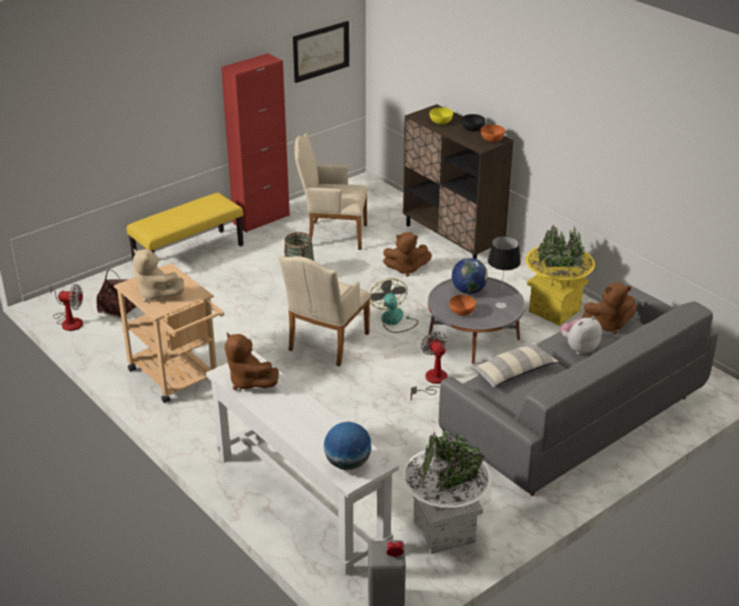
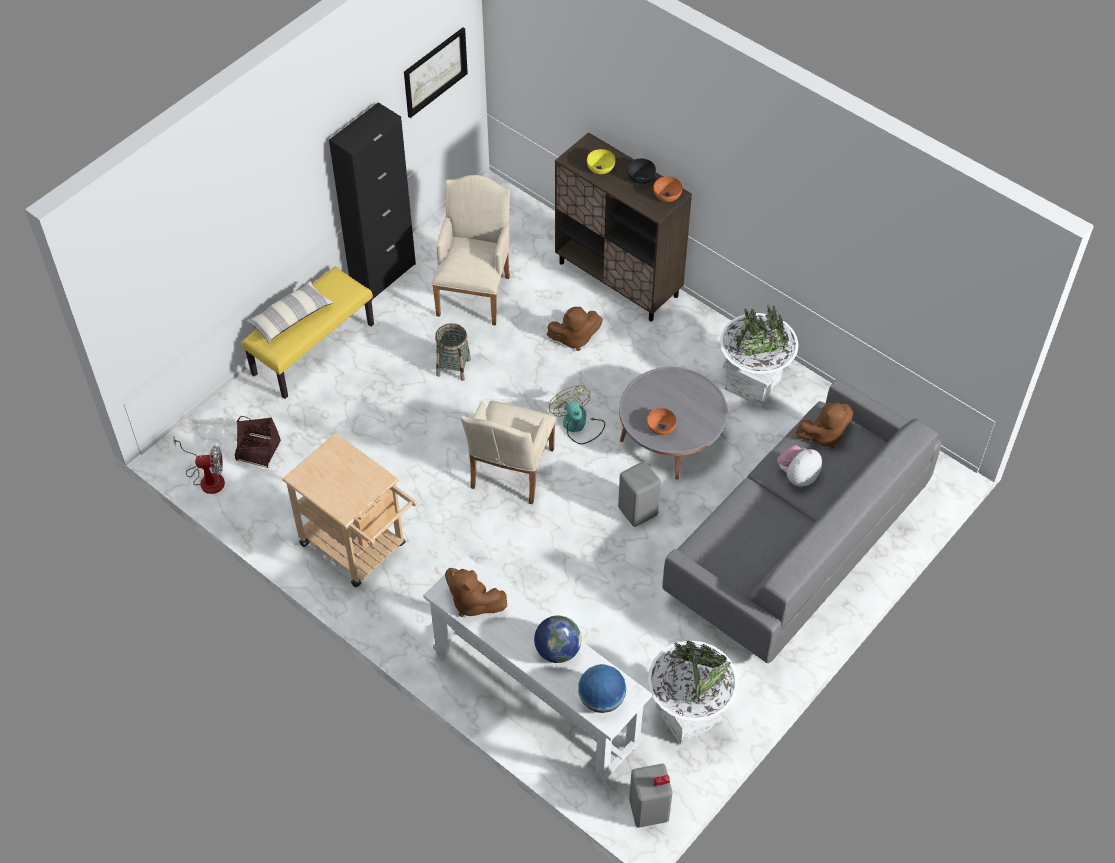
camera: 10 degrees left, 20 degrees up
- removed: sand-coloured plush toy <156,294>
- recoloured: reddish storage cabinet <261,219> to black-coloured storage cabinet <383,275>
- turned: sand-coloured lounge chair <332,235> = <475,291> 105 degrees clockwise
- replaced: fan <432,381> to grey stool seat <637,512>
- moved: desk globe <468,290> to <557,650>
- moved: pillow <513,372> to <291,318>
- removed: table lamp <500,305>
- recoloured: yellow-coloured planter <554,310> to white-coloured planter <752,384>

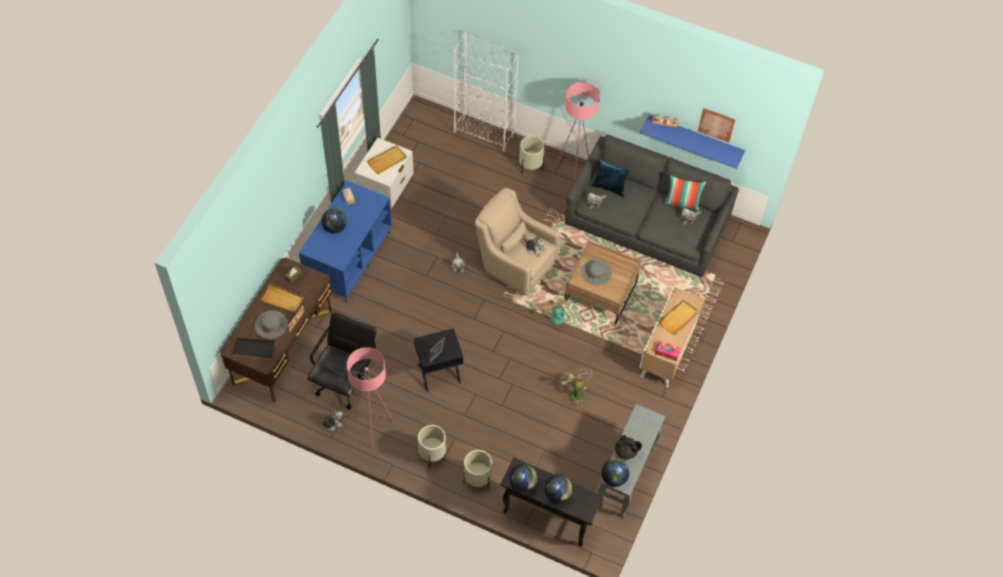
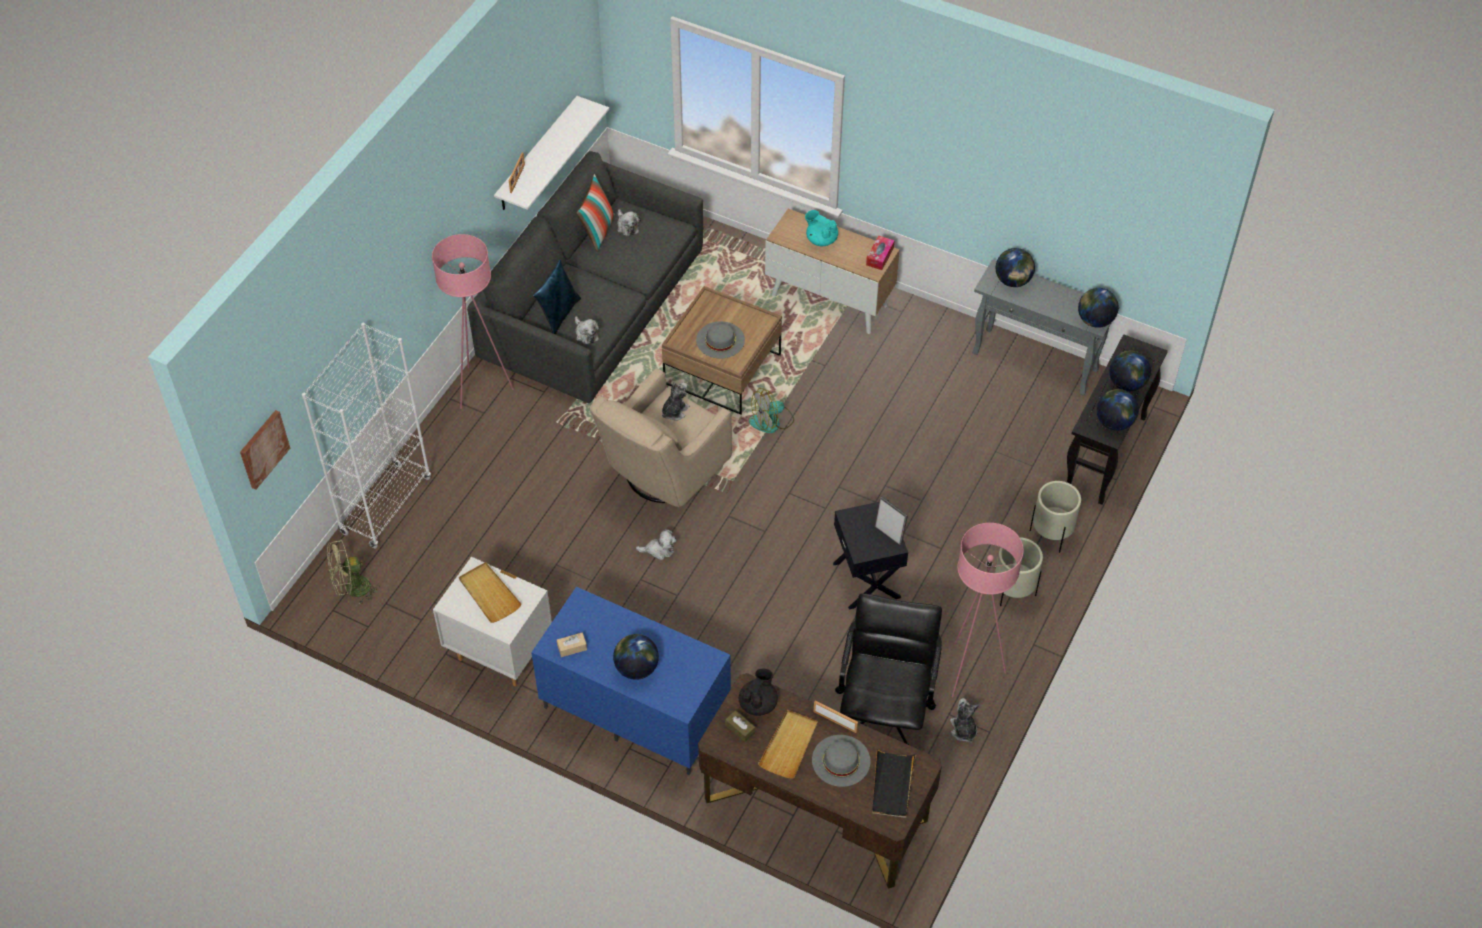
camera: 85 degrees left, 5 degrees down
- turned: black-coloured office chair <345,381> = <884,711> 75 degrees clockwise
- removed: sand-coloured planter <530,167>
- moved: green fan <574,393> to <352,589>
- moved: black-coloured teapot <626,451> to <758,703>
- recoloured: blue shelf <695,138> to white-coloured shelf <537,155>
- replaced: sand-coloured tray <678,318> to blue-green teapot <821,239>
- moved: wall art <716,124> to <263,449>
- added: desk globe <1013,281>

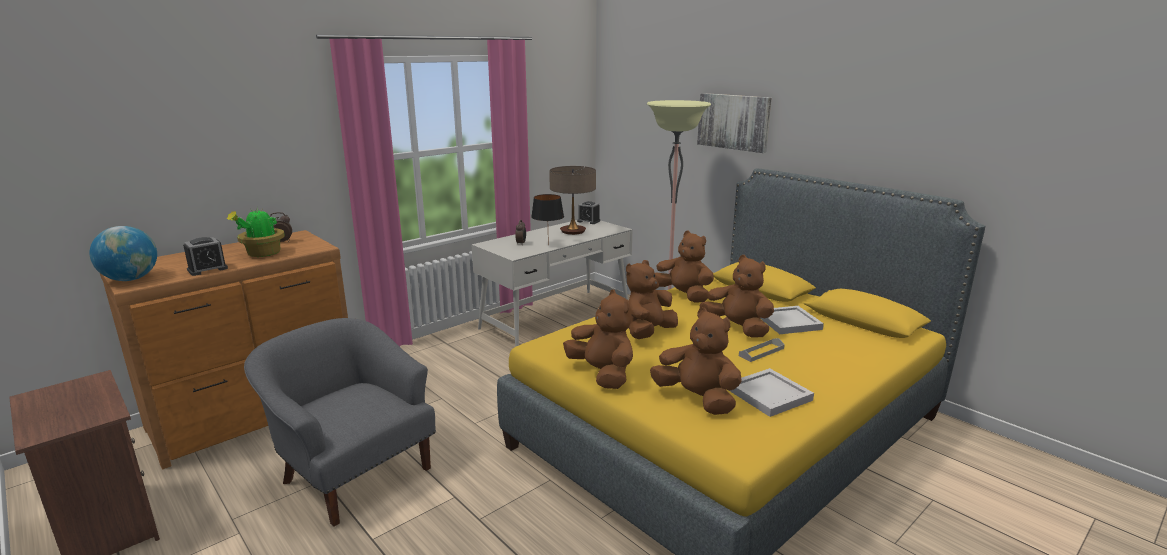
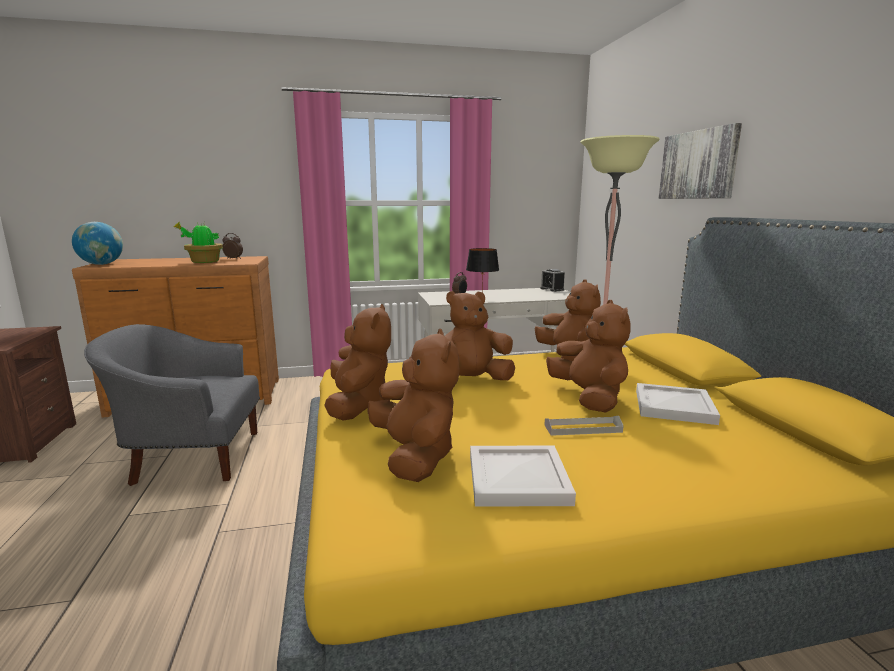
camera: 30 degrees right, 5 degrees down
- removed: table clock <207,269>
- turned: grey lounge chair <354,472> = <192,457> 75 degrees counterclockwise
- removed: table lamp <573,231>

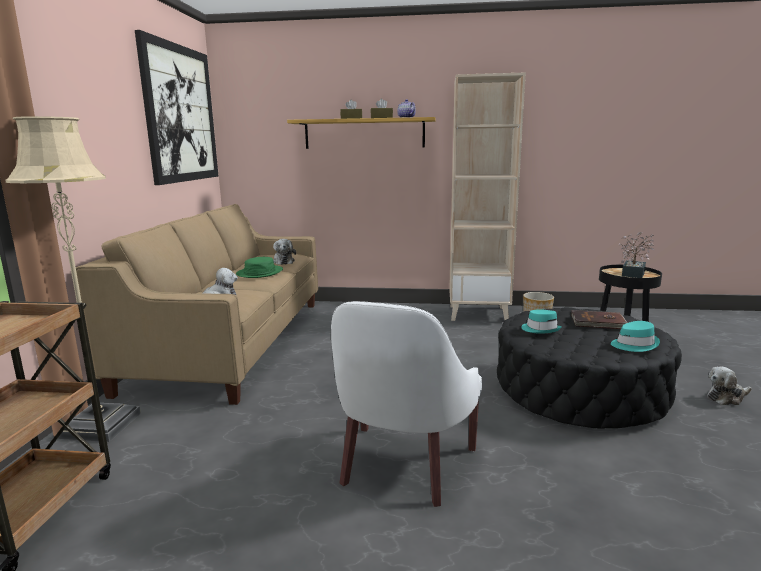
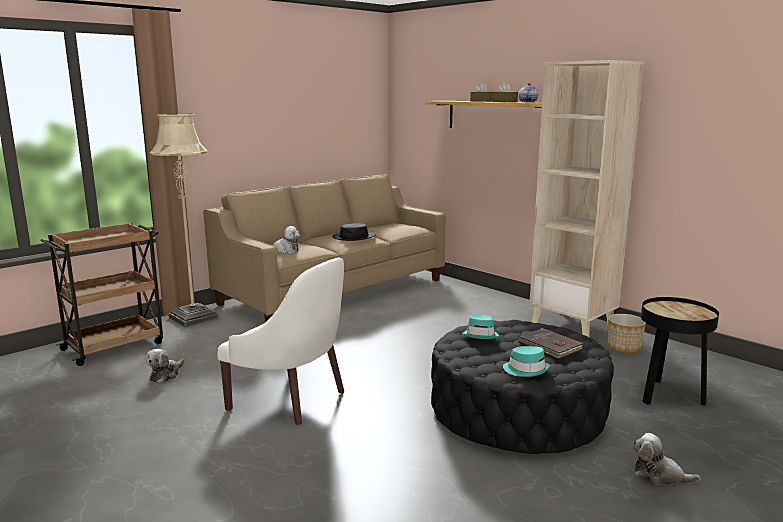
camera: 40 degrees right, 0 degrees up
- removed: wall art <180,114>
- recoloured: green wearable hat <259,273> to black-coloured wearable hat <353,237>
- moved: plush toy <283,261> to <166,375>
- turned: white-coloured lounge chair <403,465> = <292,398> 120 degrees counterclockwise
- removed: potted plant <634,273>

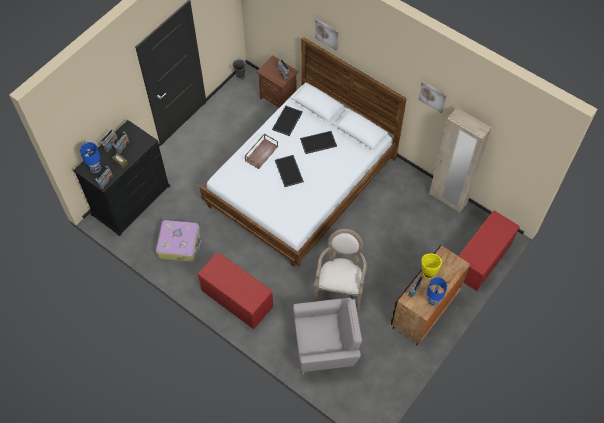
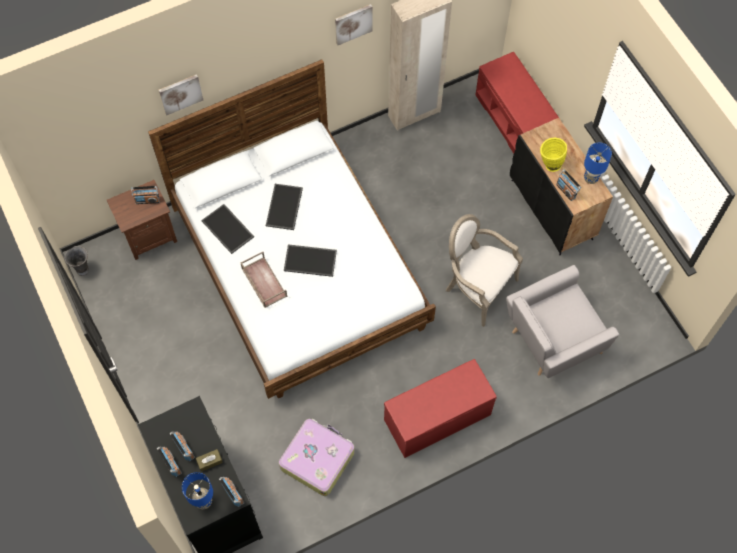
camera: 65 degrees left, 5 degrees up
- turned: grey lounge chair <326,347> = <552,339> 135 degrees counterclockwise

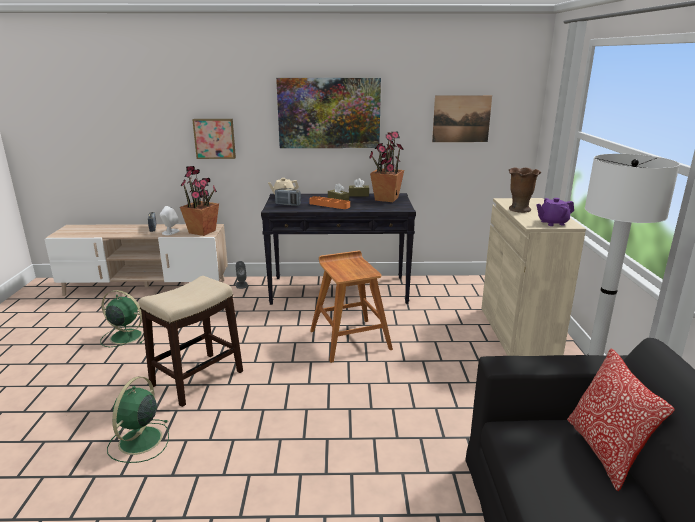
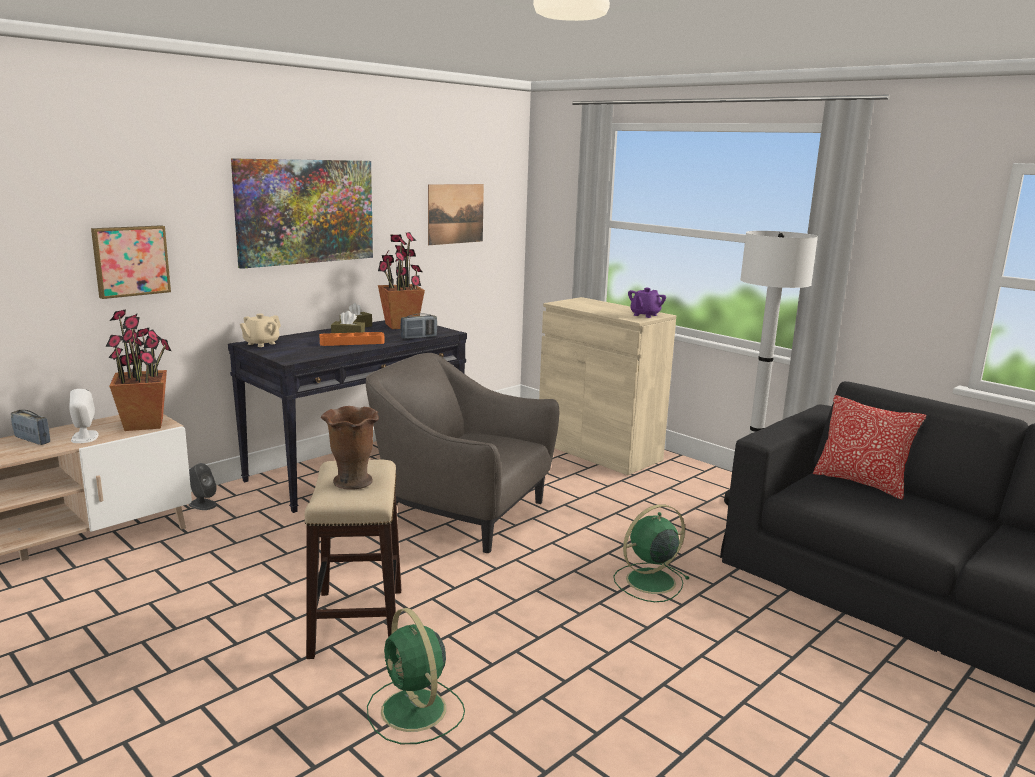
camera: 45 degrees left, 5 degrees down
- moved: green fan <125,336> to <649,582>
- moved: radio set <288,204> to <419,337>
- replaced: brown stool seat <349,339> to grey lounge chair <461,512>
- moved: brown decorative vase <519,209> to <352,482>

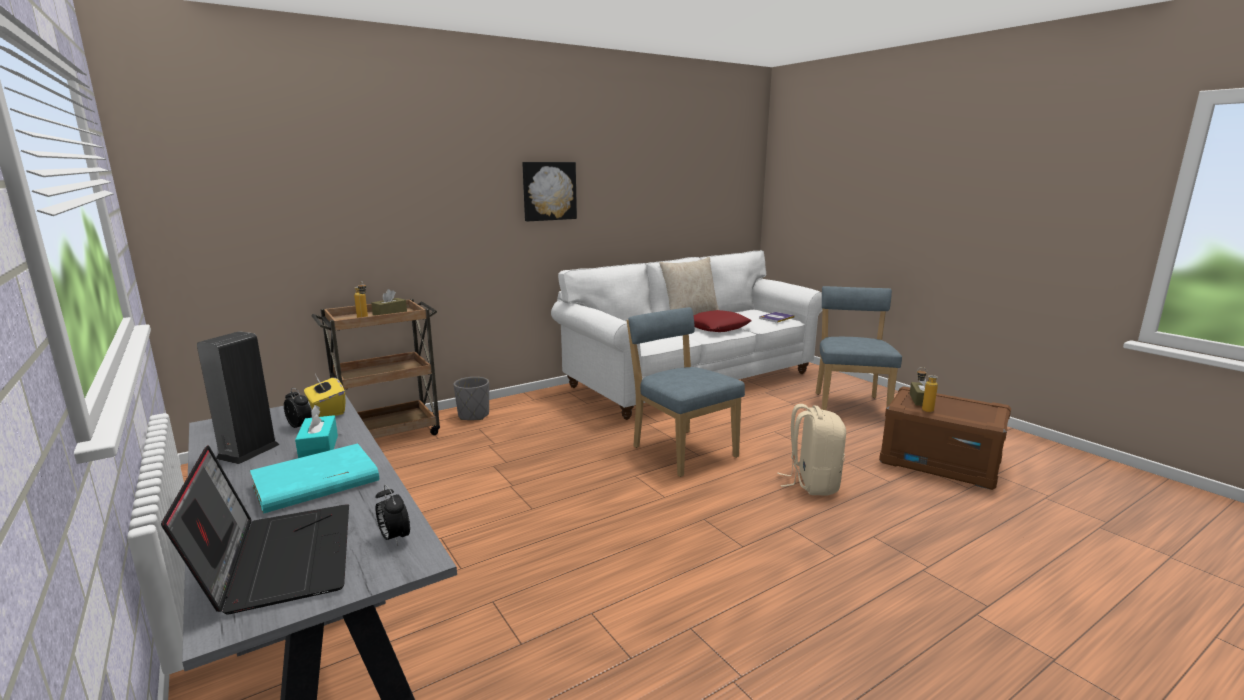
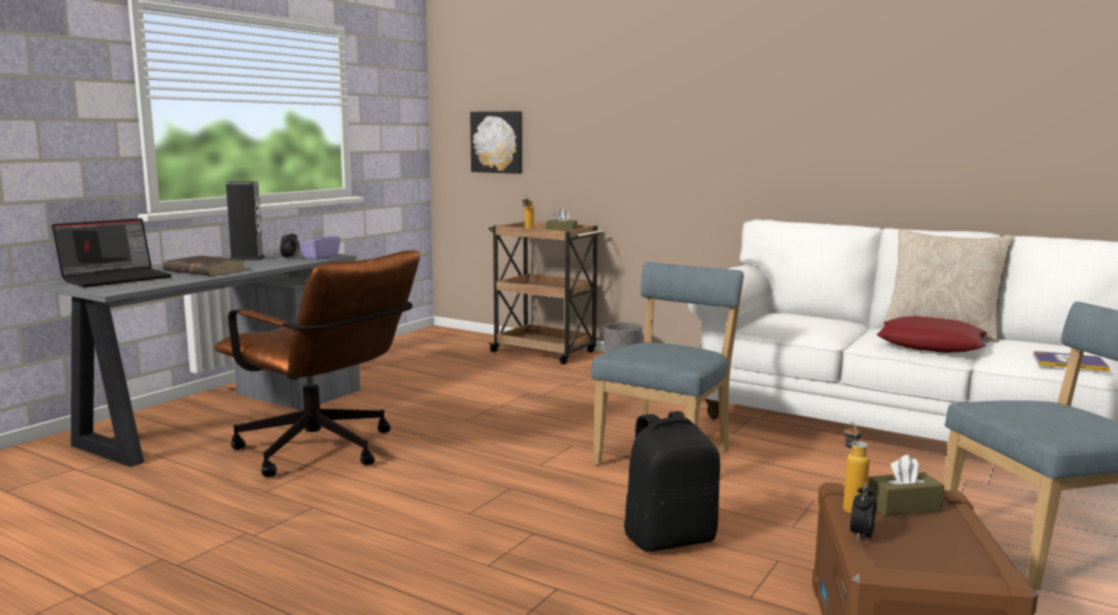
camera: 65 degrees right, 5 degrees down
- recoloured: blue-green book <315,484> to brown book <204,270>
- removed: blue-green tissue holder <319,448>
- recoloured: yellow-coloured tissue holder <326,411> to purplish tissue holder <320,257>
- moved: table clock <394,538> to <861,535>
- moved: wall art <549,191> to <498,142>
- recoloured: sand-coloured backpack <812,483> to black-coloured backpack <669,538>
- added: brown office chair <324,452>

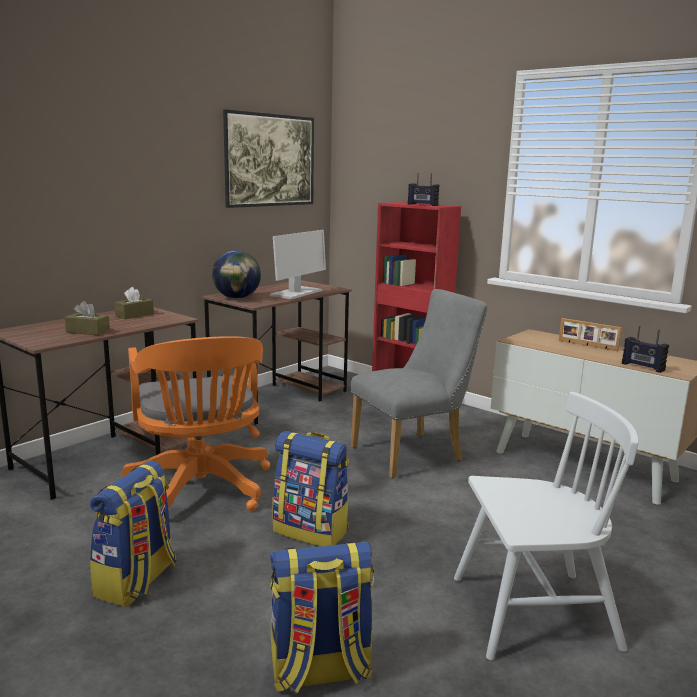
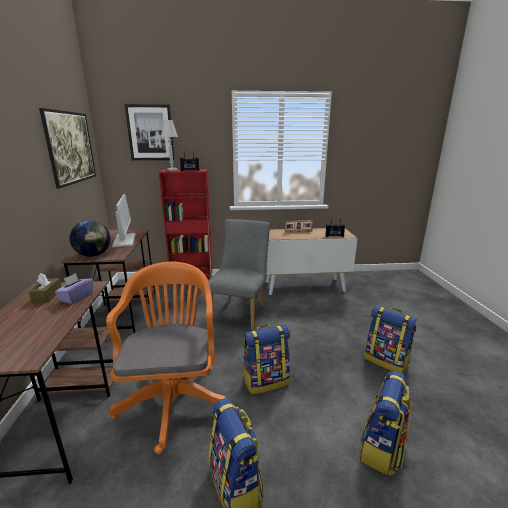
camera: 45 degrees left, 5 degrees up
- removed: brown tissue holder <88,331>
- turned: orange office chair <202,490> = <173,397> 120 degrees counterclockwise
- replaced: white-coloured chair <533,613> to backpack <386,360>
- added: purplish tissue holder <76,297>
- added: wall art <150,133>
- added: white-coloured table lamp <172,170>

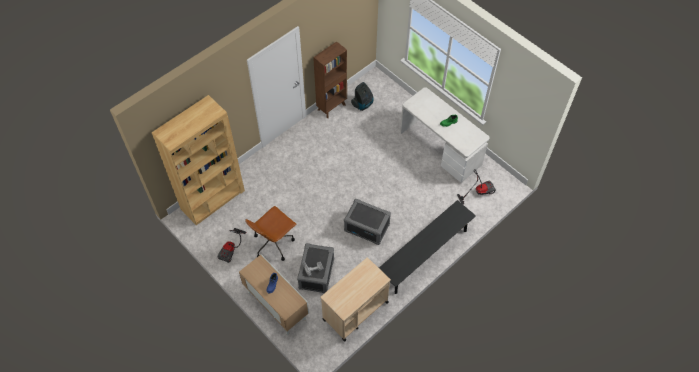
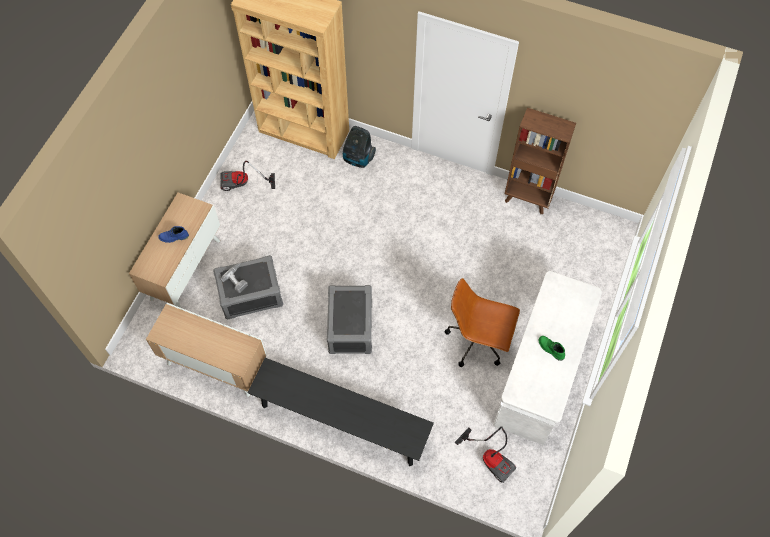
camera: 65 degrees right, 5 degrees up
- moved: brown office chair <273,243> to <478,341>
- replaced: sand-coloured trolley <355,311> to storage cabinet <215,365>
- moved: hoover <363,105> to <358,159>

